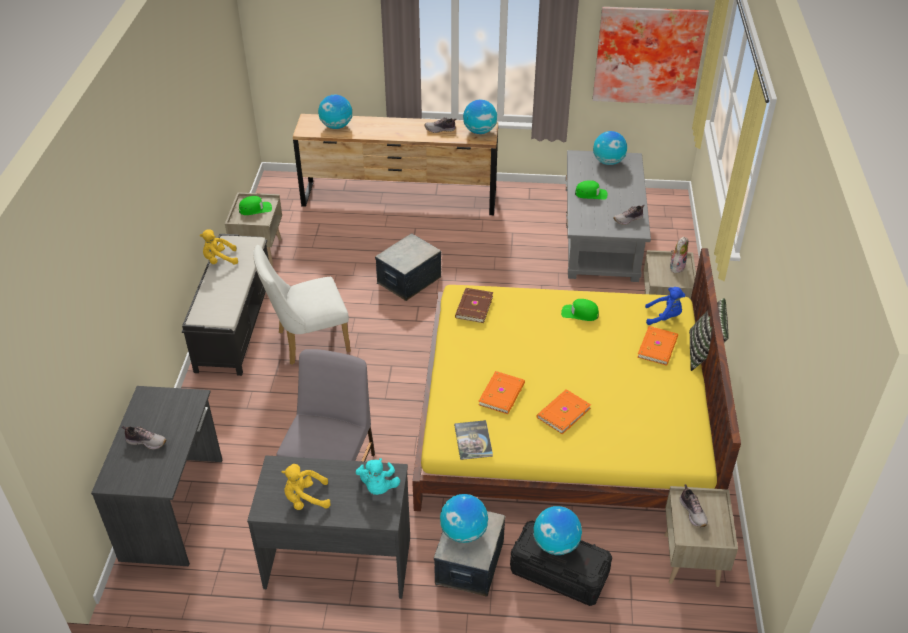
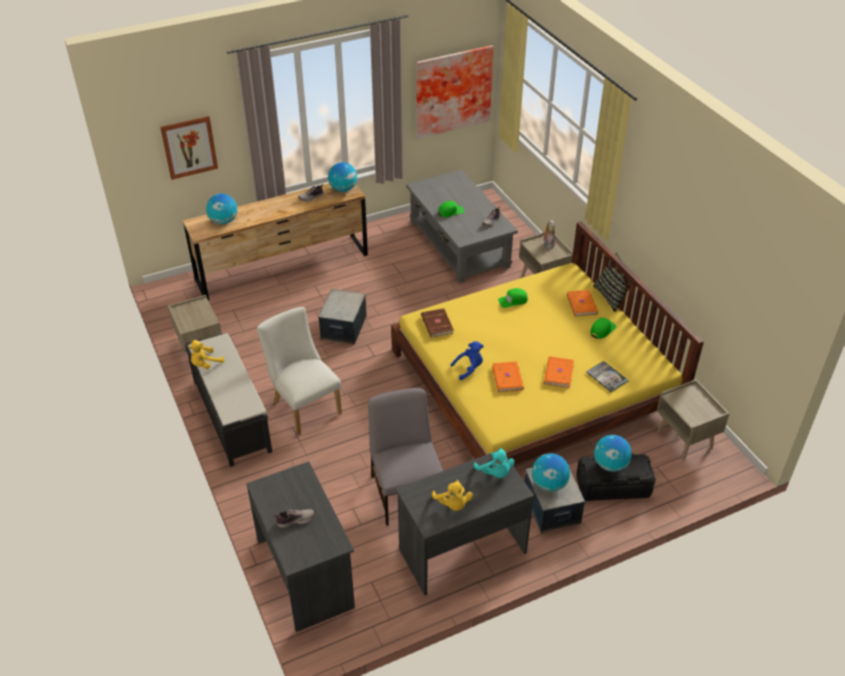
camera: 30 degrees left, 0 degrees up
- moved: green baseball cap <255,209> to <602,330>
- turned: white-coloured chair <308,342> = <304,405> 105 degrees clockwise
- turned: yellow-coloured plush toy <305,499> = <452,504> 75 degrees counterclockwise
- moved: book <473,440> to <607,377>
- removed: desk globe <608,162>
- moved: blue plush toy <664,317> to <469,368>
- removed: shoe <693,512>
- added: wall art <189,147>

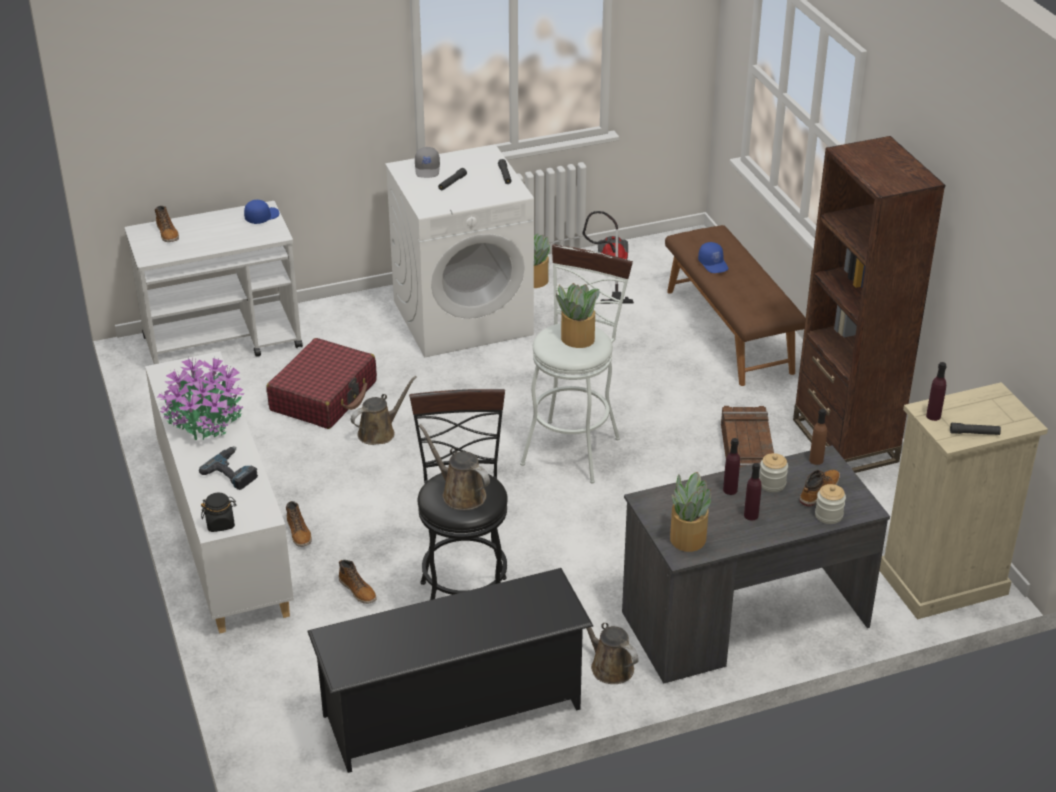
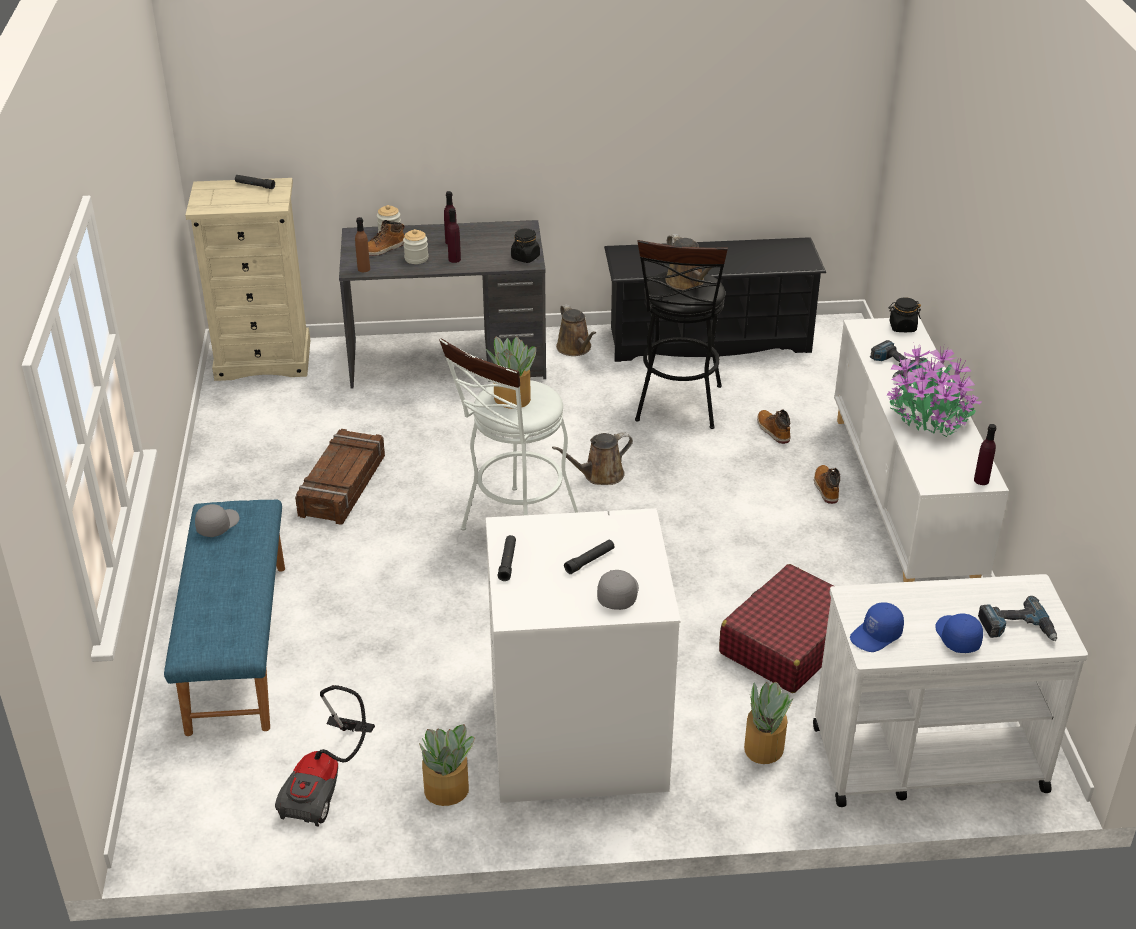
camera: 165 degrees left, 0 degrees up
- replaced: boot <168,233> to power drill <1016,628>
- moved: brown sprinkling can <379,432> to <600,475>
- recoloured: brown bench <730,331> to blue bench <236,646>
- moved: potted plant <688,537> to <763,748>
- moved: blue baseball cap <713,264> to <956,637>
- removed: brown bookcase <844,441>
- moved: purplish bottle <933,416> to <981,480>
- added: grey baseball cap <217,525>
- added: black-coloured storage jar <525,257>

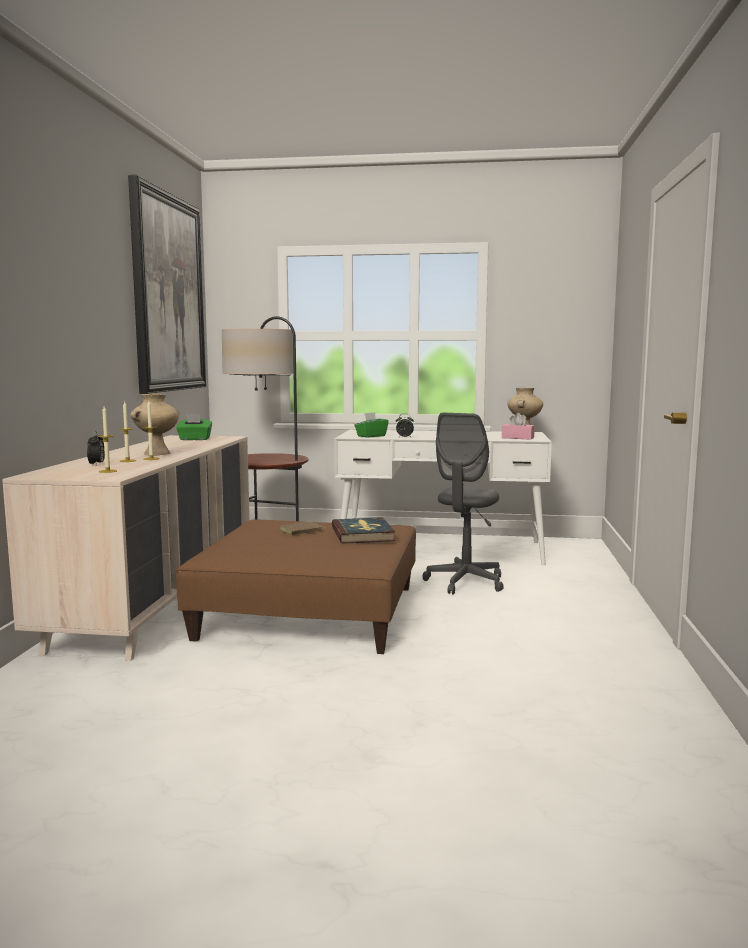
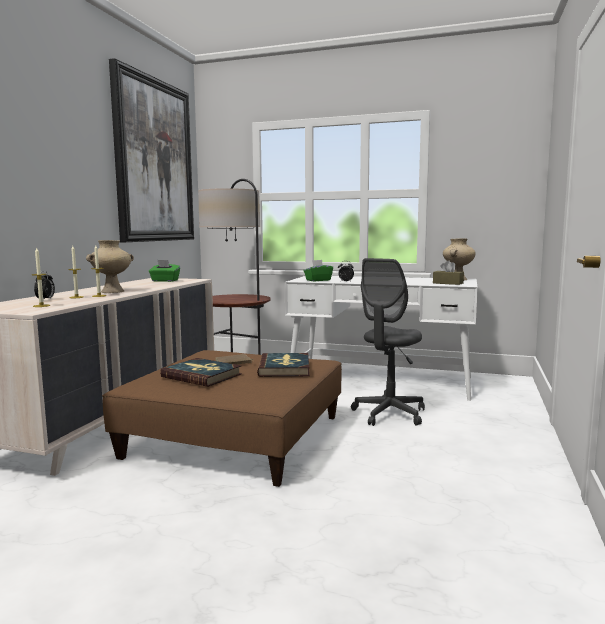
camera: 10 degrees right, 0 degrees up
- recoloured: pink tissue holder <517,438> to brown tissue holder <448,283>
- added: book <202,375>

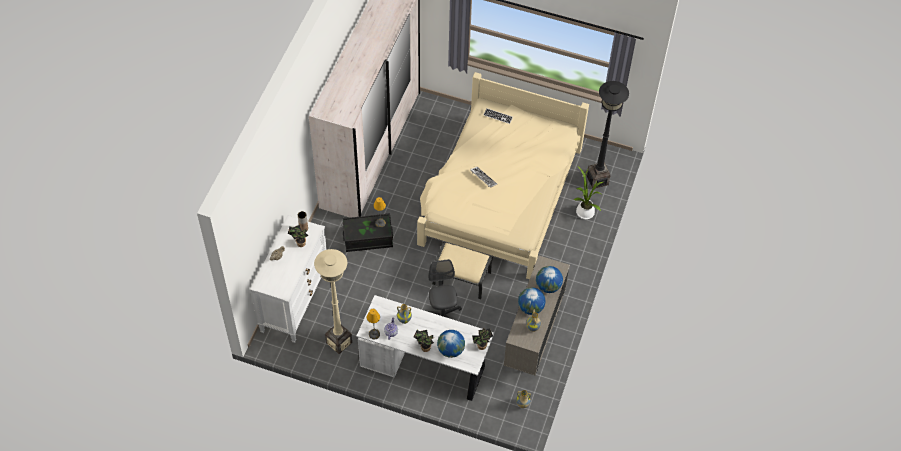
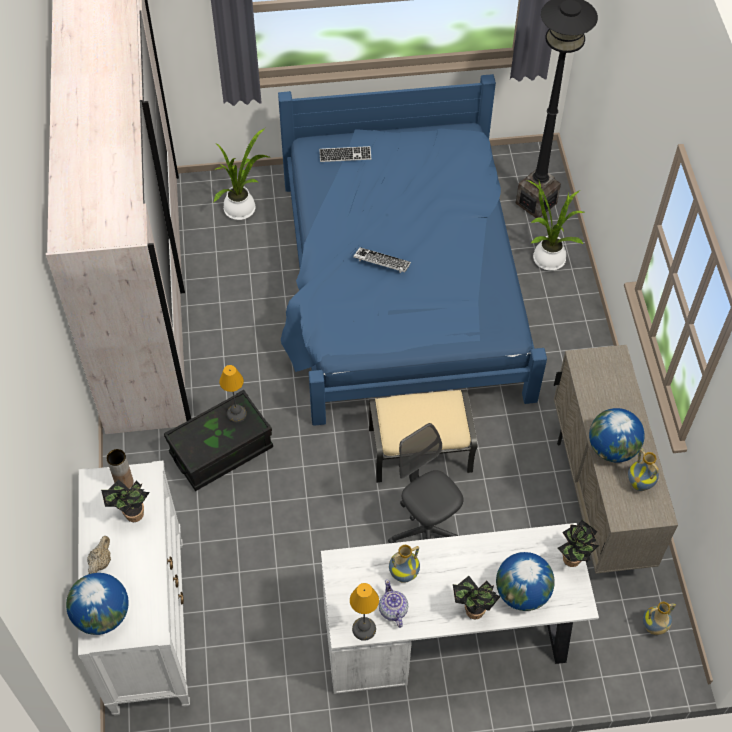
camera: 25 degrees left, 0 degrees up
- removed: sand-coloured floor lamp <339,342>
- recoloured: sand-coloured sleeping bed <500,196> to blue sleeping bed <402,288>
- moved: desk globe <548,286> to <102,615>
- added: potted plant <242,208>

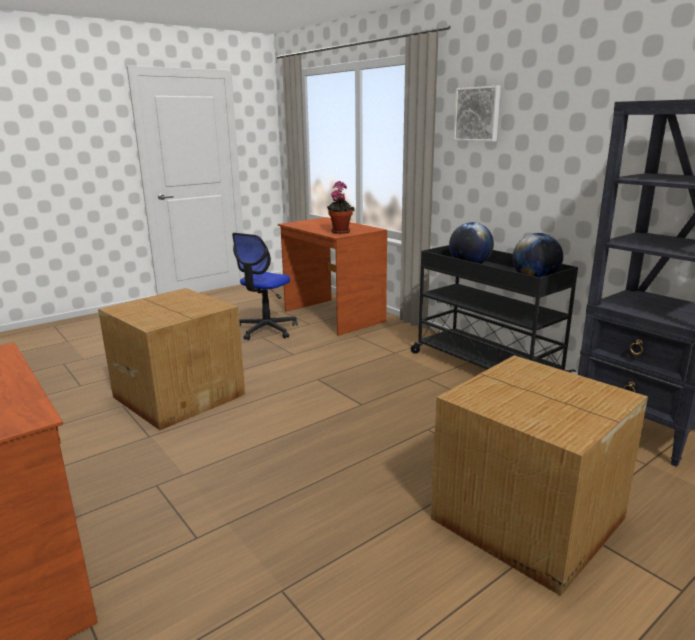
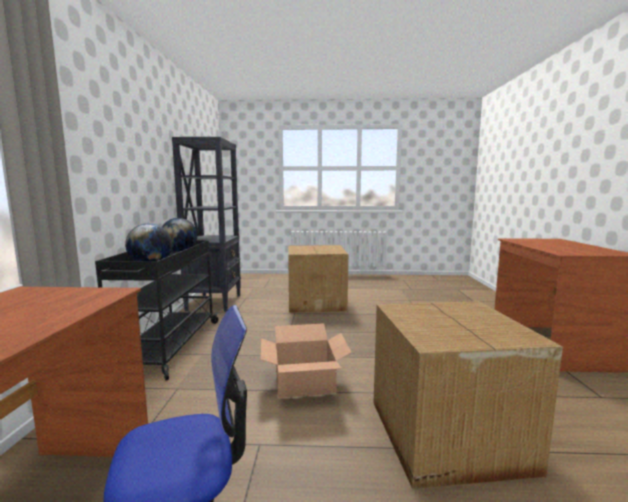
camera: 140 degrees left, 10 degrees down
- removed: potted plant <340,231>
- removed: wall art <478,114>
- added: packing box <305,382>

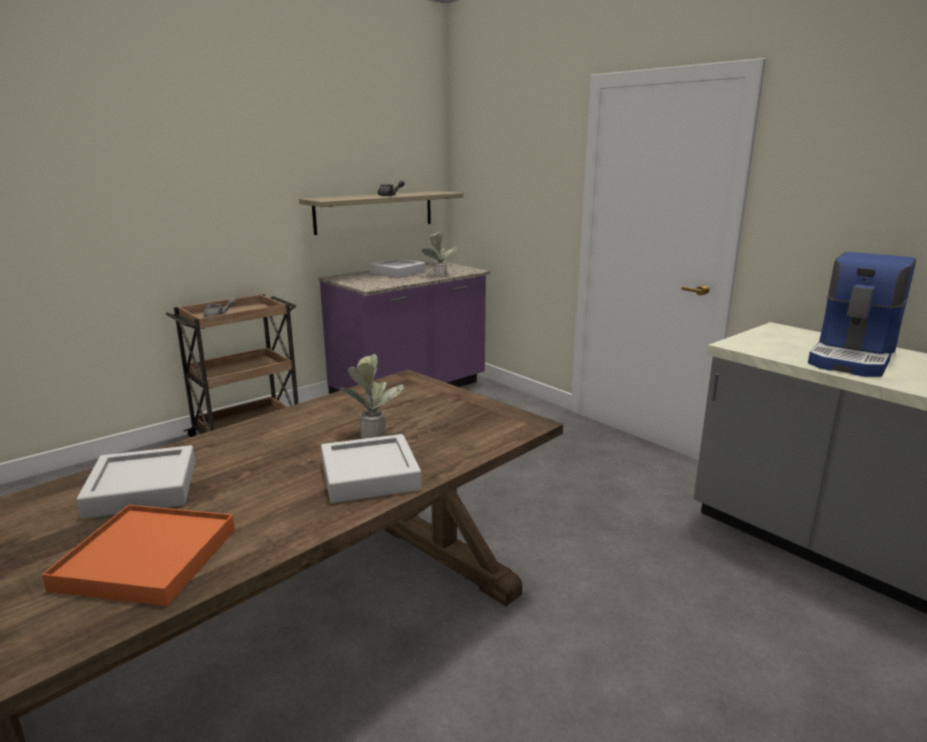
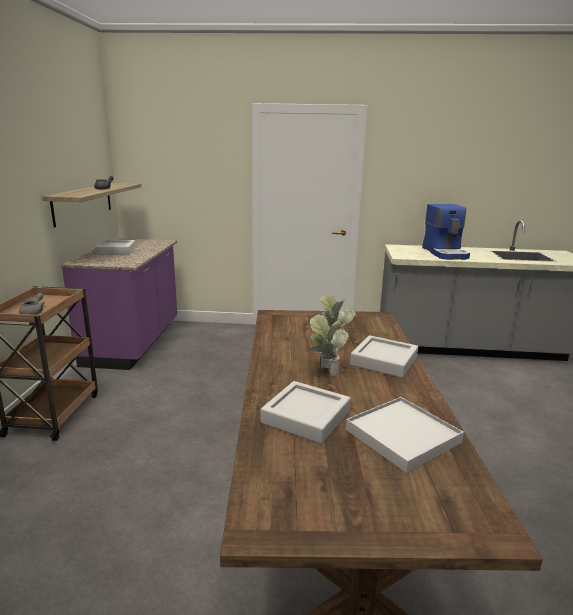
camera: 45 degrees left, 0 degrees up
- recoloured: orange tray <147,558> to white-coloured tray <402,436>
- moved: potted plant <439,275> to <325,371>

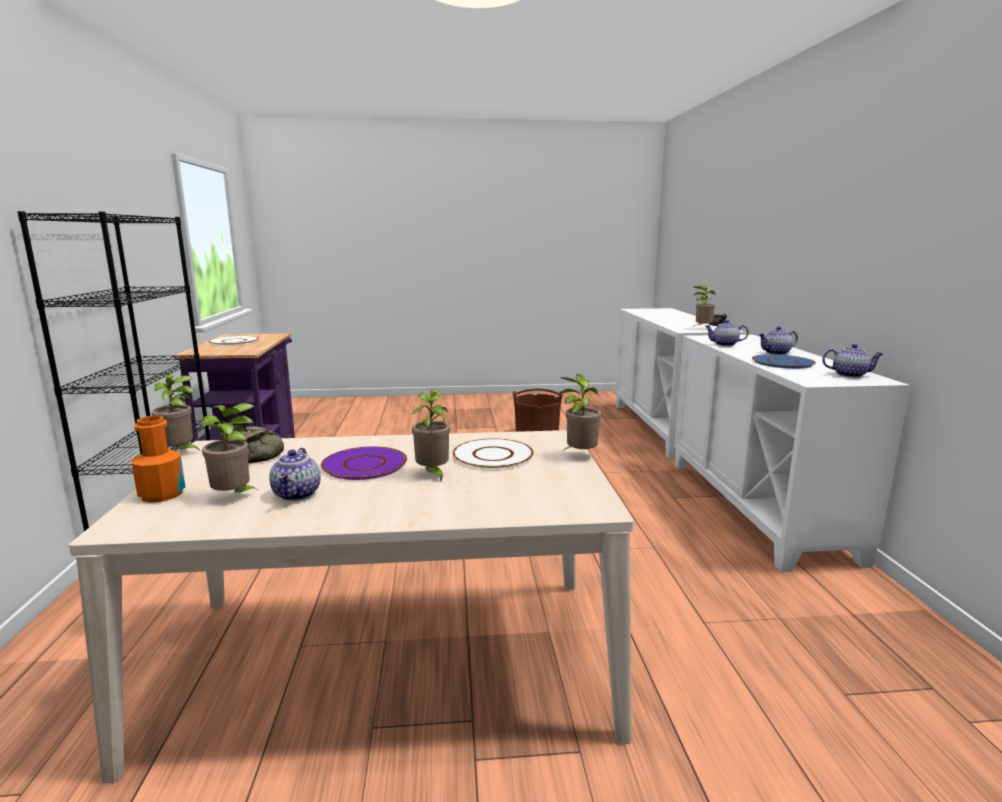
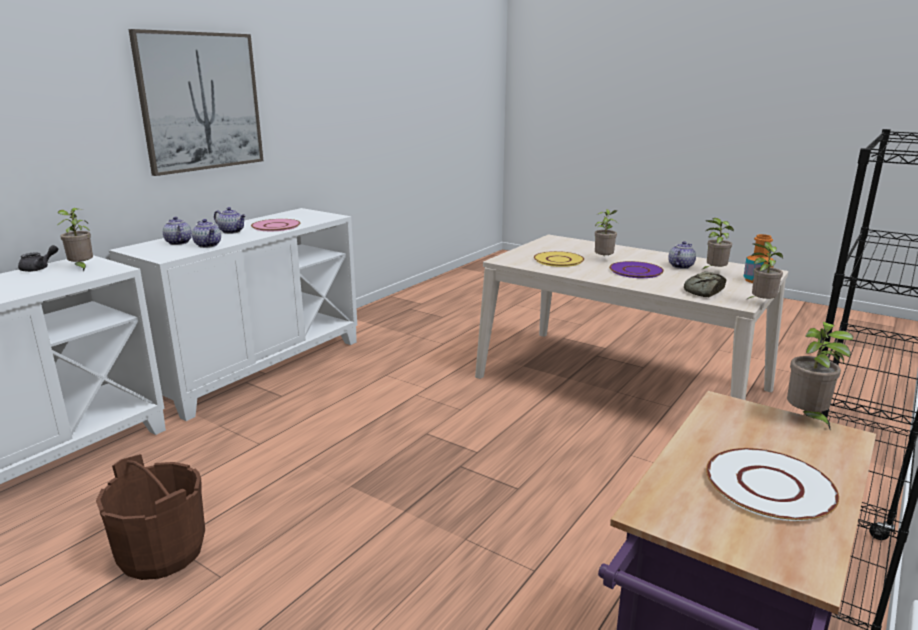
camera: 140 degrees left, 5 degrees up
- recoloured: white-coloured plate <492,455> to yellow-coloured plate <559,260>
- moved: potted plant <579,455> to <807,419>
- recoloured: blue plate <783,363> to pink plate <276,226>
- moved: teapot <849,375> to <178,243>
- added: wall art <201,102>

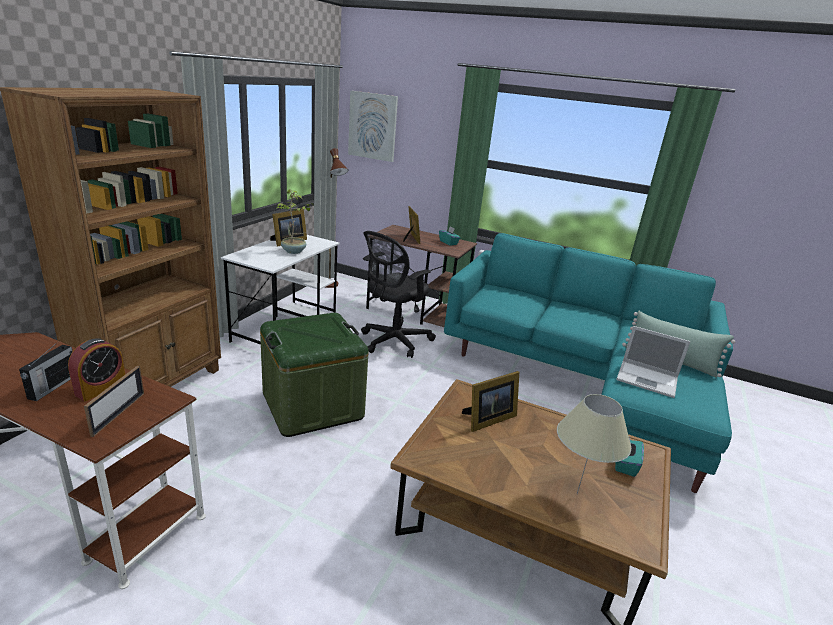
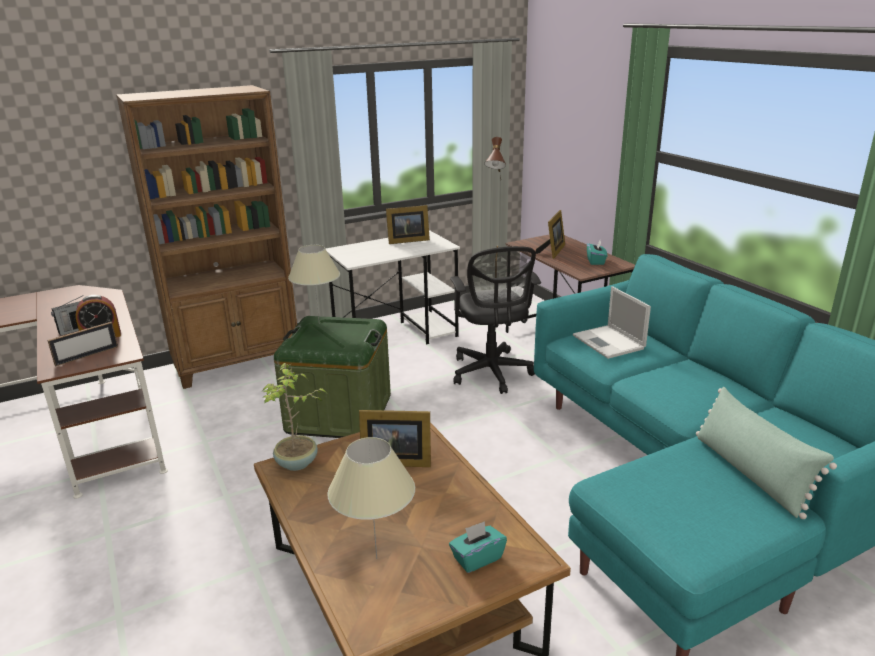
camera: 40 degrees right, 0 degrees up
- moved: potted plant <294,251> to <297,464>
- removed: wall art <373,126>
- turned: black-coloured office chair <393,342> = <492,374> 90 degrees counterclockwise
- moved: laptop <648,379> to <609,342>
- added: sand-coloured table lamp <319,323>

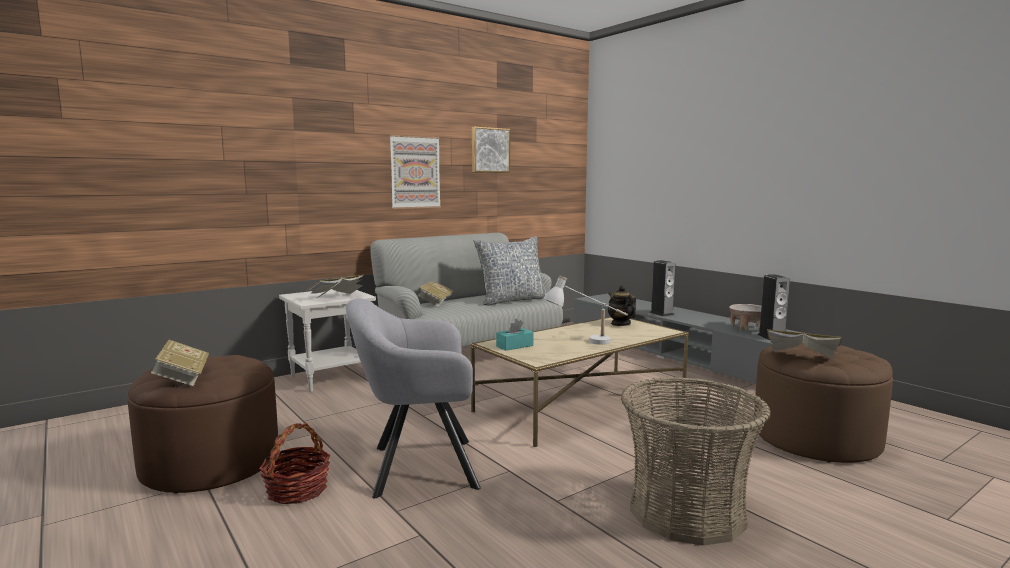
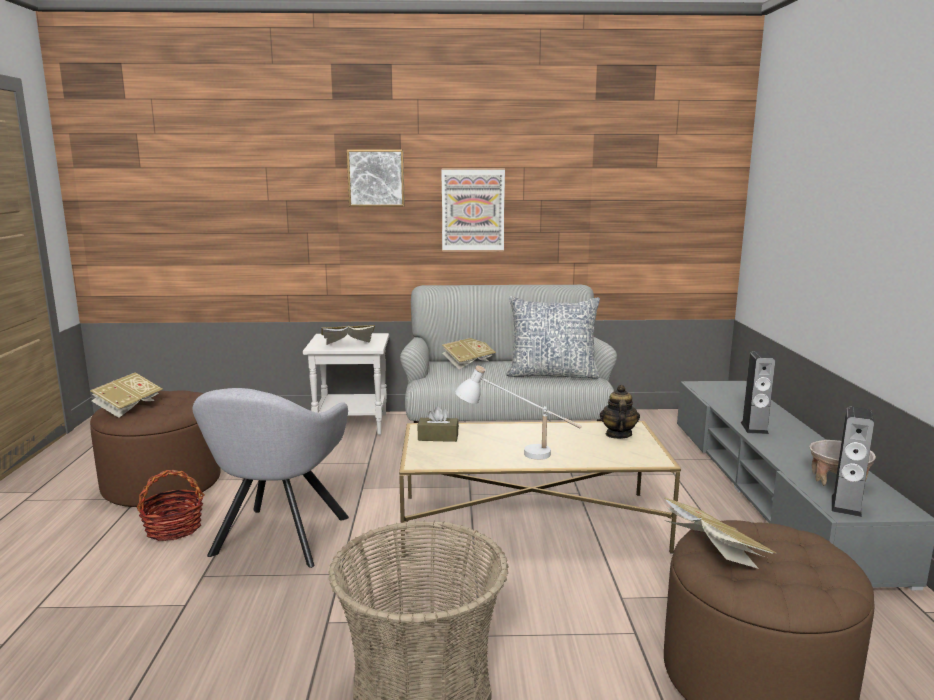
camera: 35 degrees right, 5 degrees up
- turned: grey lounge chair <416,467> = <277,540> 105 degrees counterclockwise
- moved: wall art <489,150> to <376,178>
- recoloured: blue-green tissue holder <514,346> to brown tissue holder <438,437>

